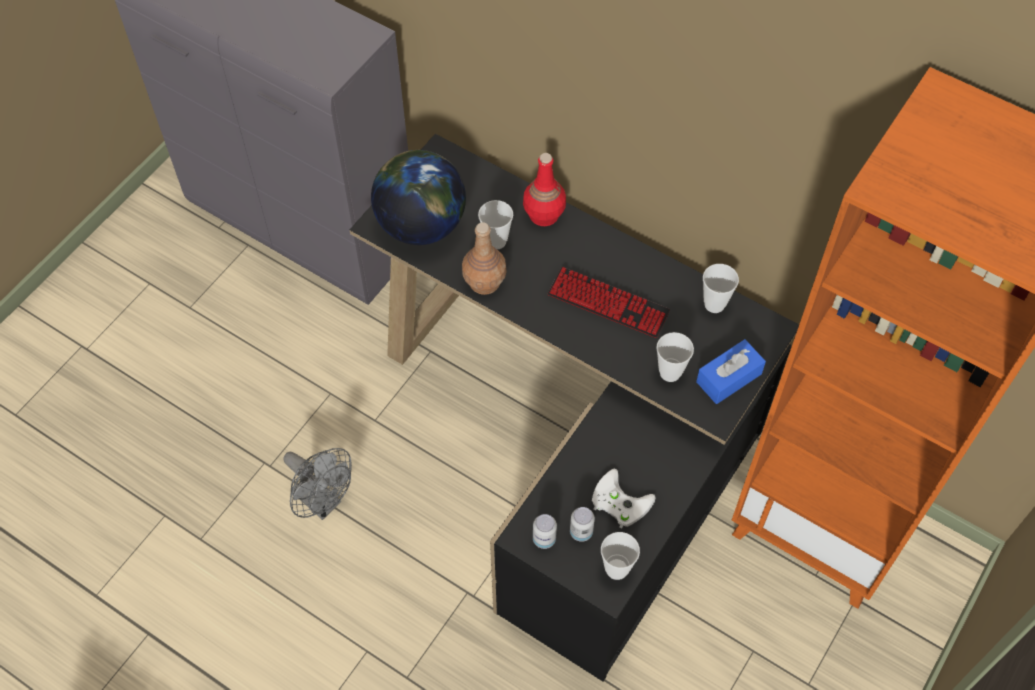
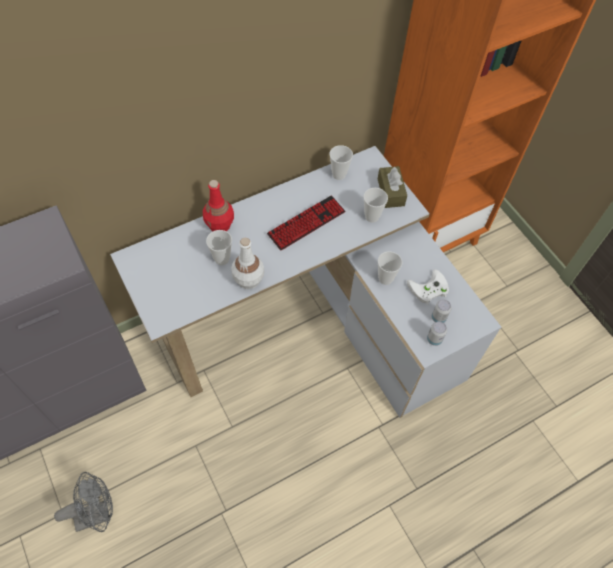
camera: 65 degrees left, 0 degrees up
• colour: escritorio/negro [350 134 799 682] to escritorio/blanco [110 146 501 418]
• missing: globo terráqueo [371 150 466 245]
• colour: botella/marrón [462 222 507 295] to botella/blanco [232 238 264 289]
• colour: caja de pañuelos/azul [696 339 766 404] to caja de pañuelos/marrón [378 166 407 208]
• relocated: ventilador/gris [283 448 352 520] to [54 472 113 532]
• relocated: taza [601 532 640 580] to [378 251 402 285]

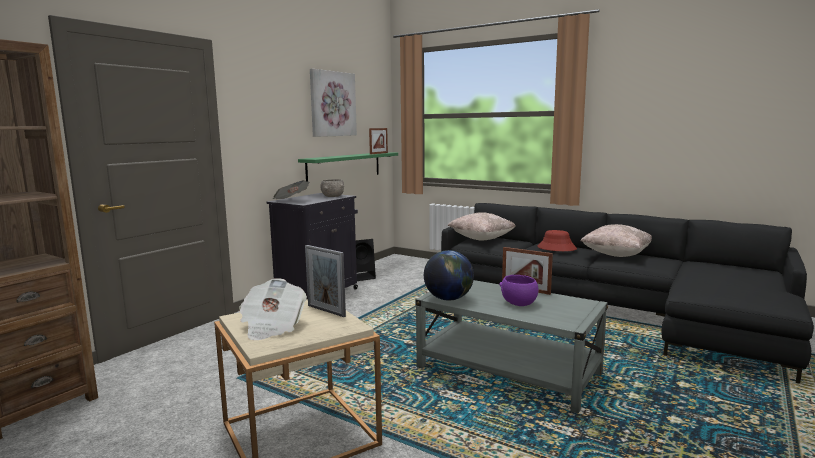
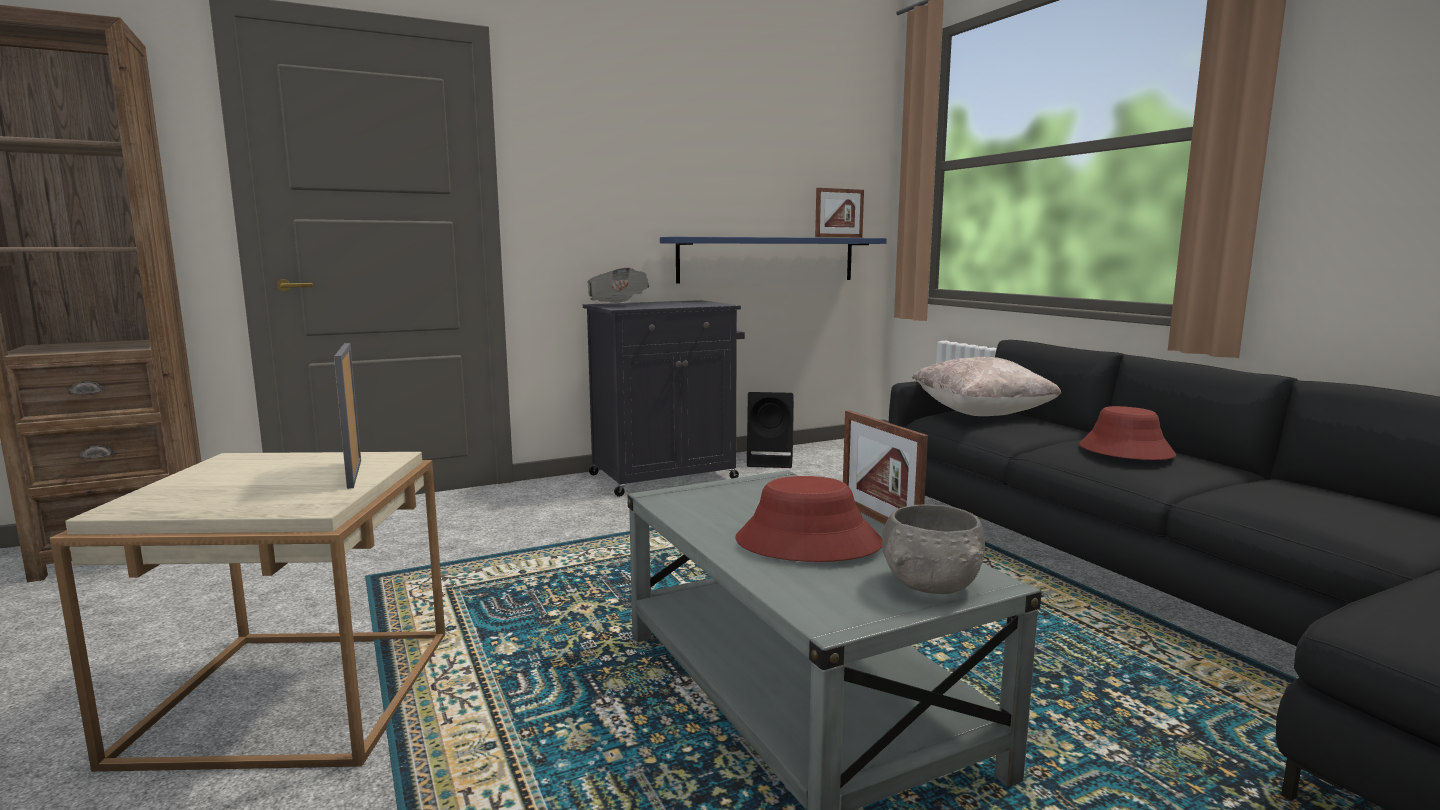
camera: 30 degrees right, 0 degrees up
• missing: cuadro [310 69 357 137]
• colour: estante/verde [298 152 398 182] to estante/azul [660 237 887 284]
• relocated: cuenco/gris [320 179 344 197] to [882 504 985 594]
• missing: cojín/beis [580 224 652 257]
• missing: globo terráqueo [424 250 474 301]
• exchanged: cuenco/morado [500 275 539 306] to sombrero/rojo [735 476 882 562]
• missing: periódico [239 278 307 340]

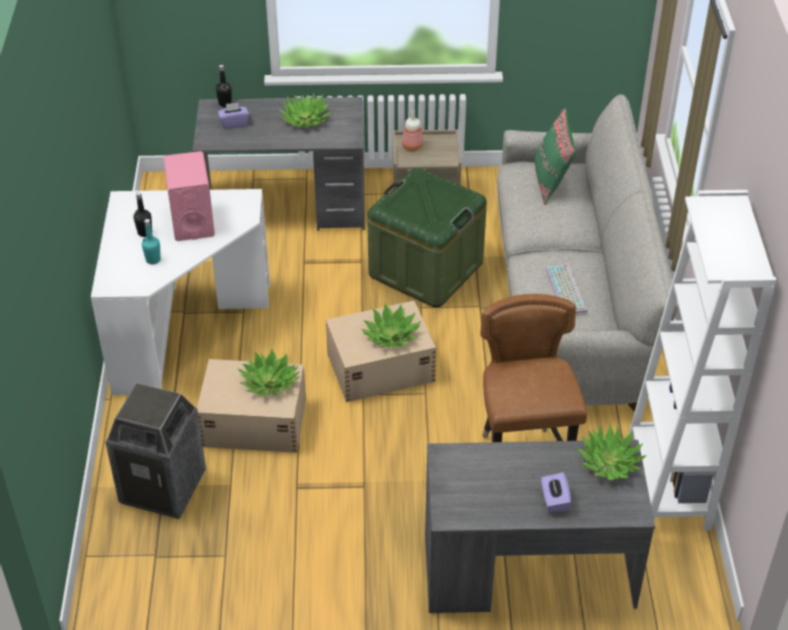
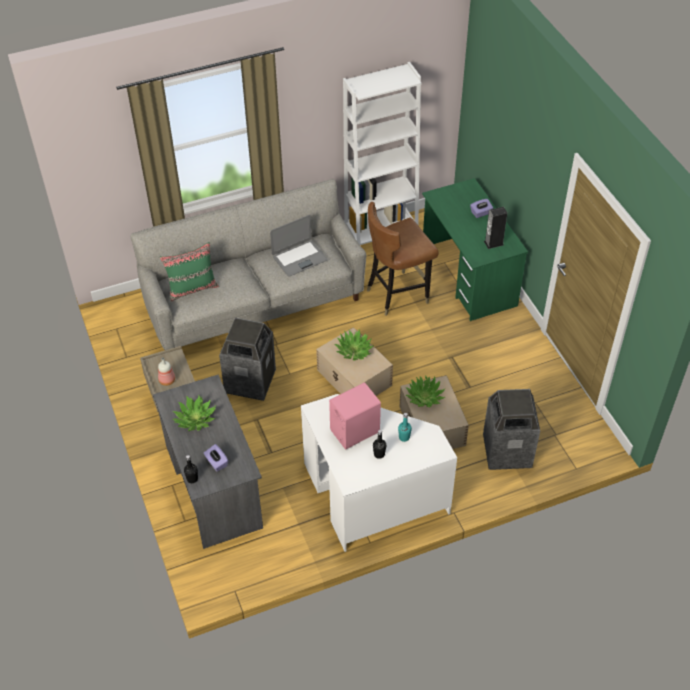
camera: 110 degrees left, 5 degrees up
• exchanged: caja de almacenaje/verde [367 168 487 307] to papelera [219 318 276 401]
• exchanged: teclado [546 264 587 314] to portátil [270 215 328 277]
• missing: planta en maceta [577 423 647 481]
• colour: escritorio/gris [425 440 655 613] to escritorio/verde [422 178 528 321]
• appeared: altavoz [484 207 507 249]

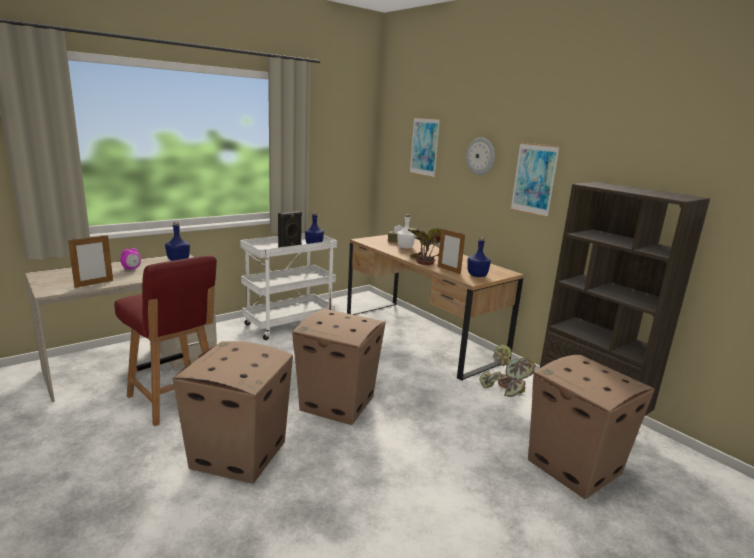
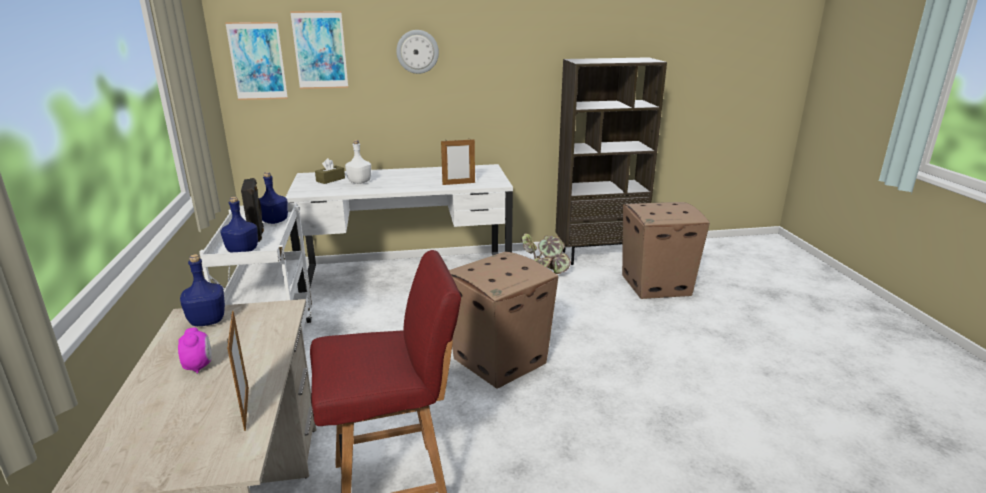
camera: 60 degrees left, 5 degrees up
• relocated: cuadro [510 142 560 217] to [225 22 288 100]
• missing: planta en maceta [408 227 441 265]
• colour: escritorio/marrón [347 235 524 381] to escritorio/blanco [285 164 513 293]
• relocated: botella/azul [467 237 491 277] to [220 196 258 253]
• missing: caja de cartón [173 341 293 484]

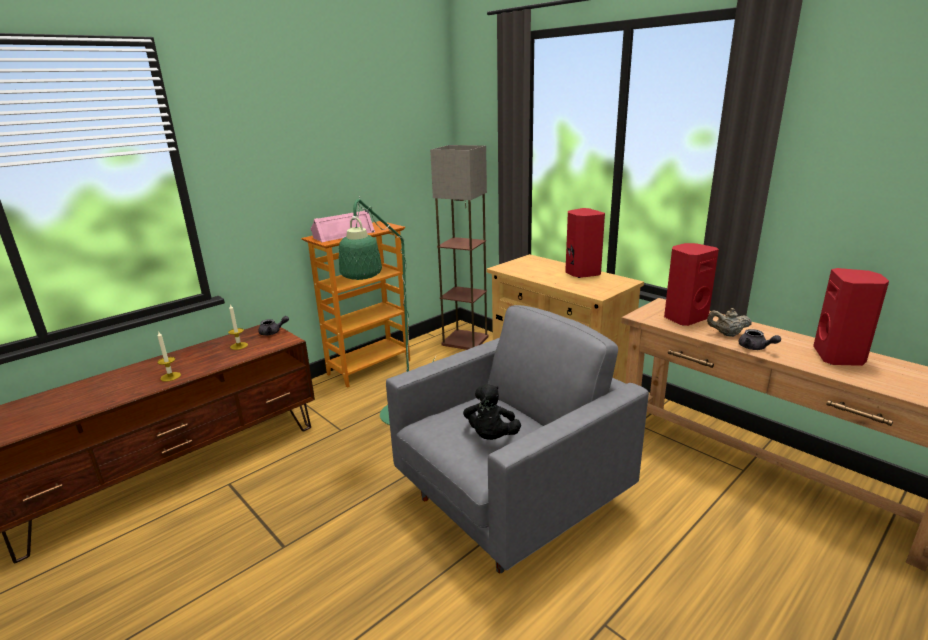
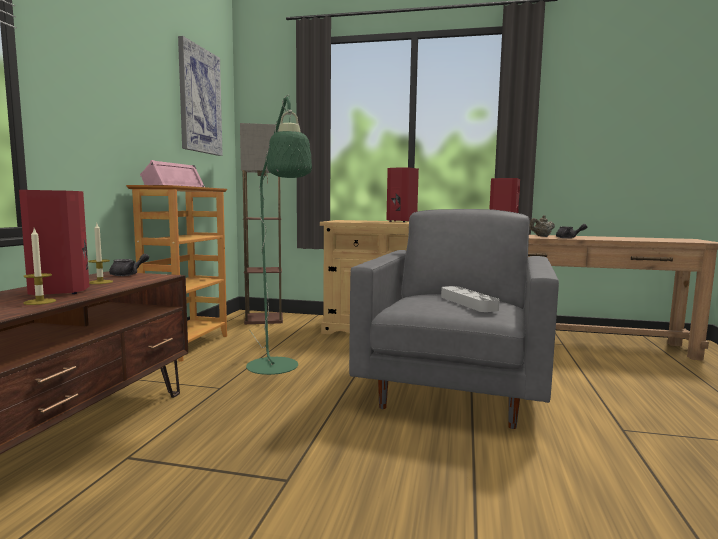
camera: 35 degrees left, 15 degrees down
• relocated: altavoz/rojo [813 268 889 366] to [19 190 89 295]
• exchanged: peluche/negro [463 384 521 440] to bandeja/gris [441 286 500 312]
• appeared: cuadro [178 36 223 156]

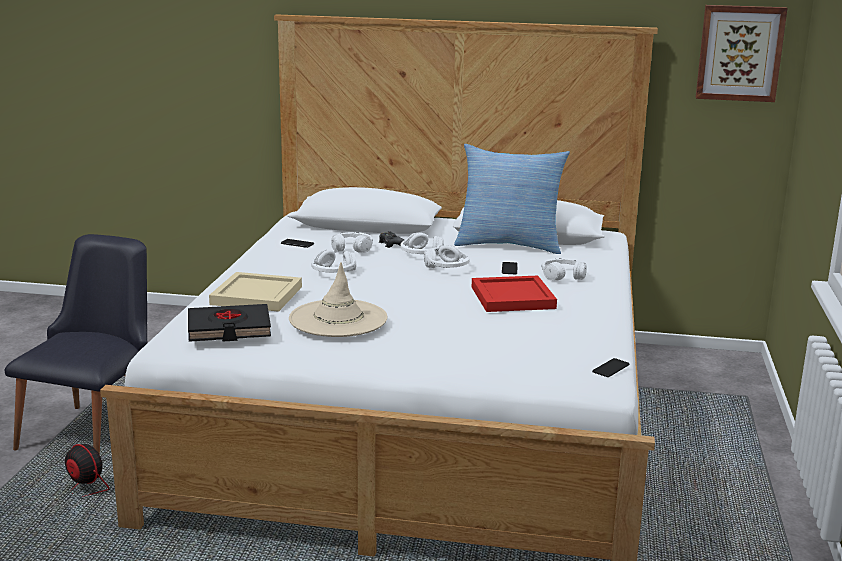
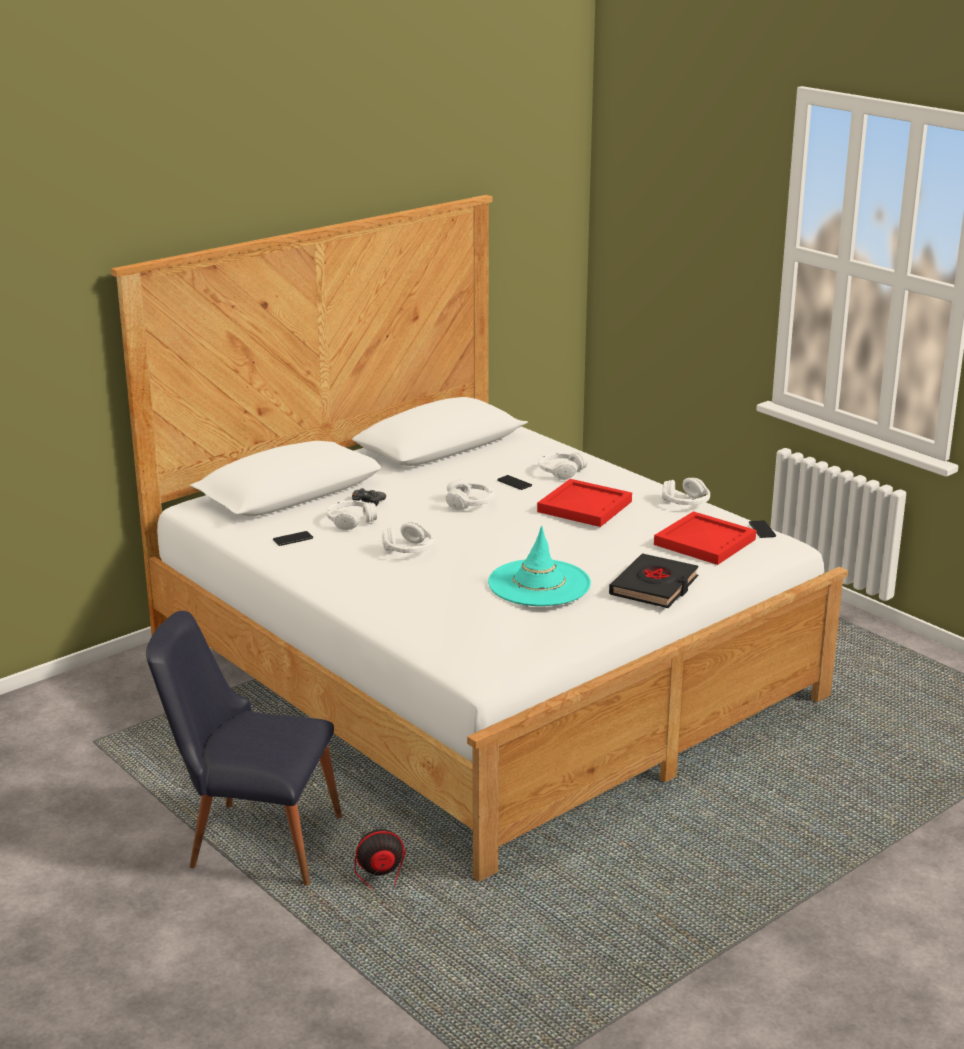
camera: 50 degrees left, 5 degrees up
• missing: cuadro [696 5 788 102]
• missing: cojín [454 144 570 254]
• relocated: auriculares/blanco [400 233 443 255] to [662 478 710 505]
• spun: silla/negro [5 234 148 455] = [146 611 342 885] 45 degrees counterclockwise
• colour: sombrero/beis [289 262 387 337] to sombrero/turquesa [488 526 591 606]
• missing: bandeja/beis [209 272 302 312]
• relocated: libro/negro [188 304 271 342] to [609 554 698 608]
• appeared: bandeja/rojo [654 511 756 565]

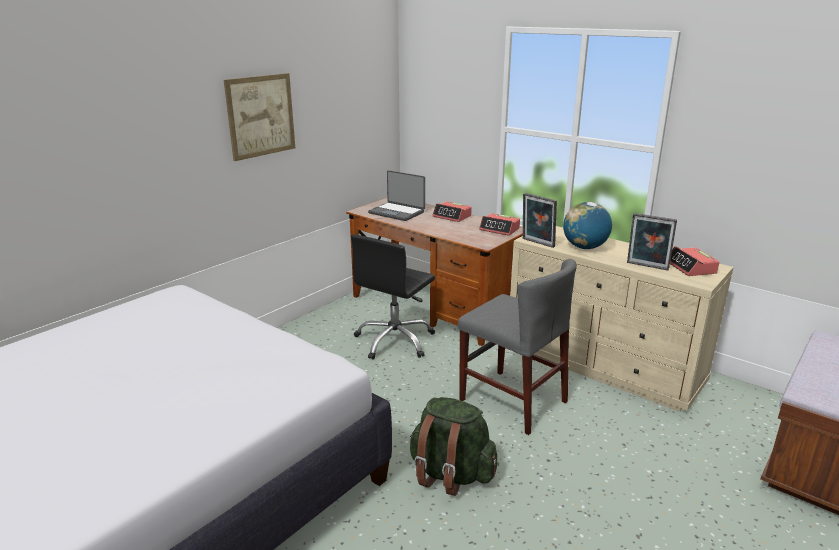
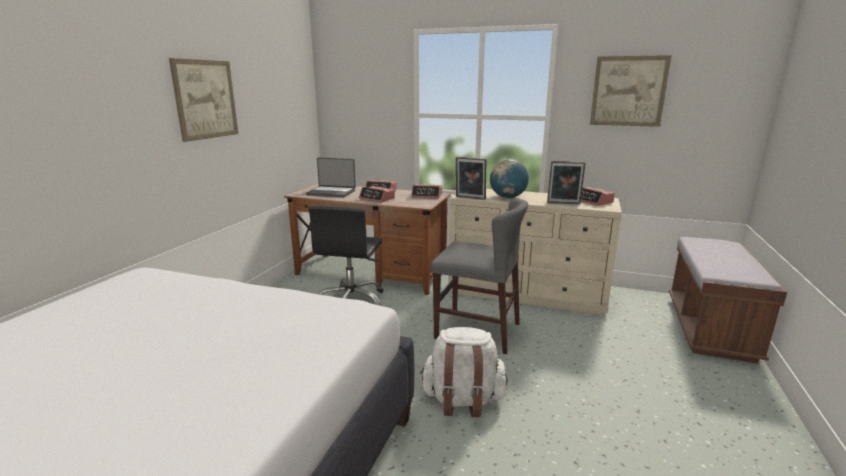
camera: 20 degrees left, 5 degrees down
• colour: mochila/verde [410 397 497 496] to mochila/blanco [420 327 508 417]
• appeared: cuadro [590 55 672 127]
• appeared: despertador [359 186 395 203]

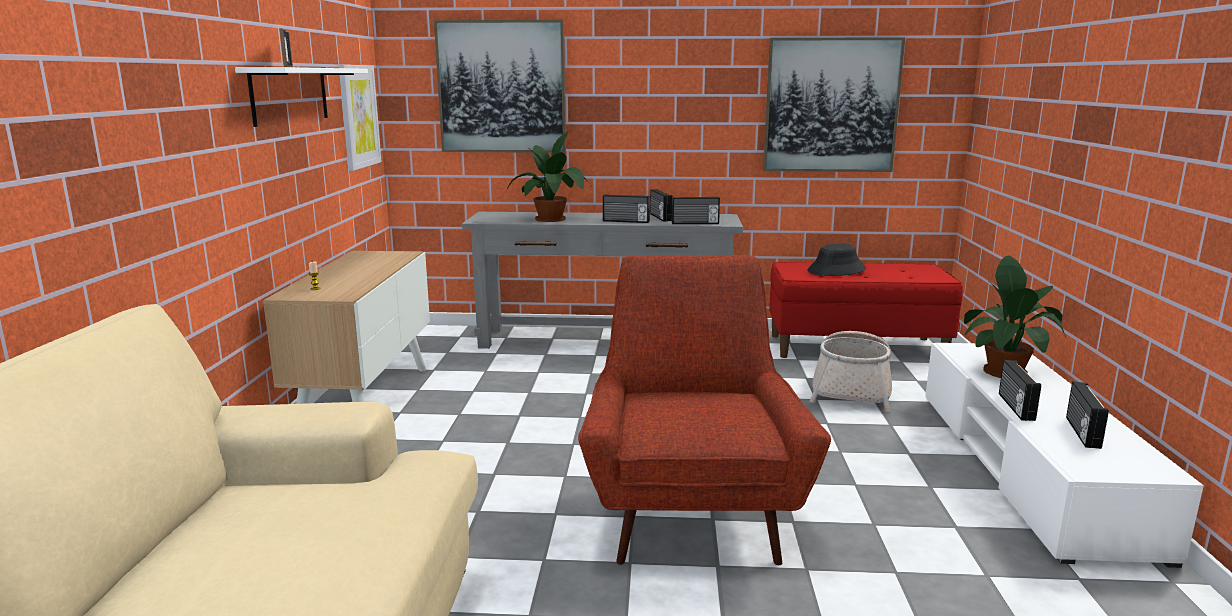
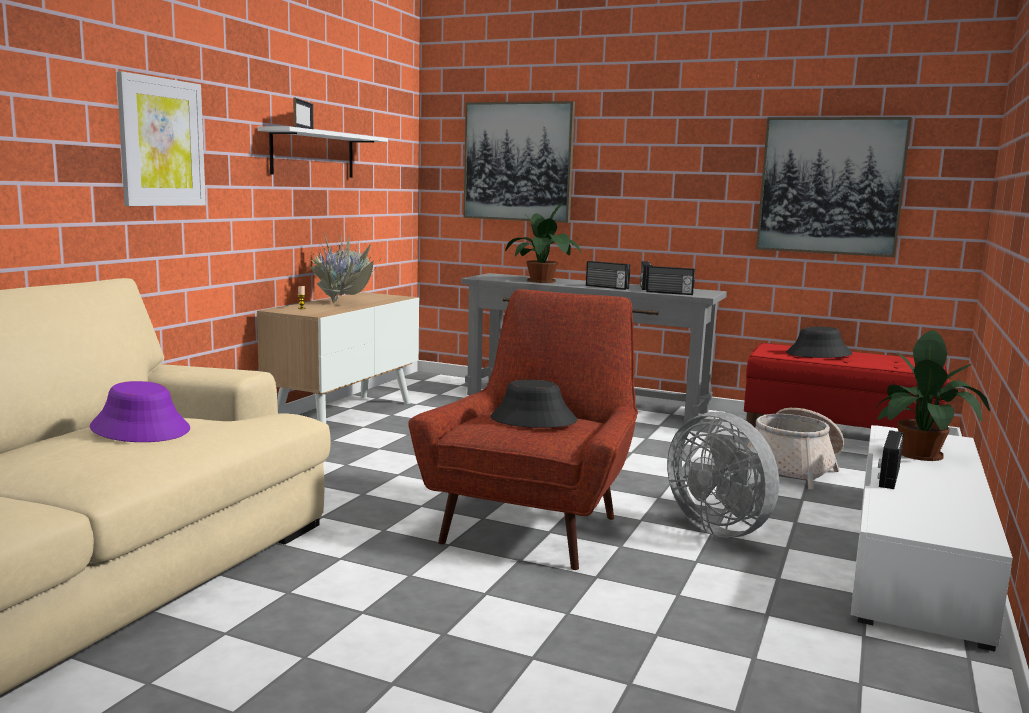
camera: 20 degrees right, 5 degrees down
• relocated: cuadro [339 65 382 171] to [117 71 206 206]
• missing: radio [1066 381 1109 449]
• appeared: planta en maceta [308 224 381 307]
• appeared: sombrero/negro [491 380 577 428]
• appeared: sombrero/morado [90 381 190 442]
• appeared: ventilador/gris [667 412 779 538]

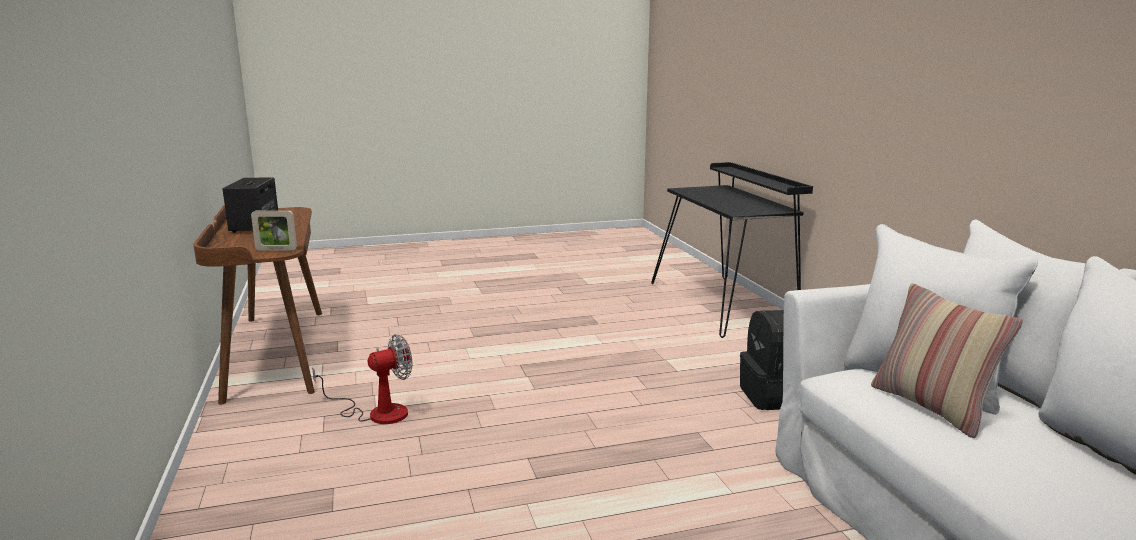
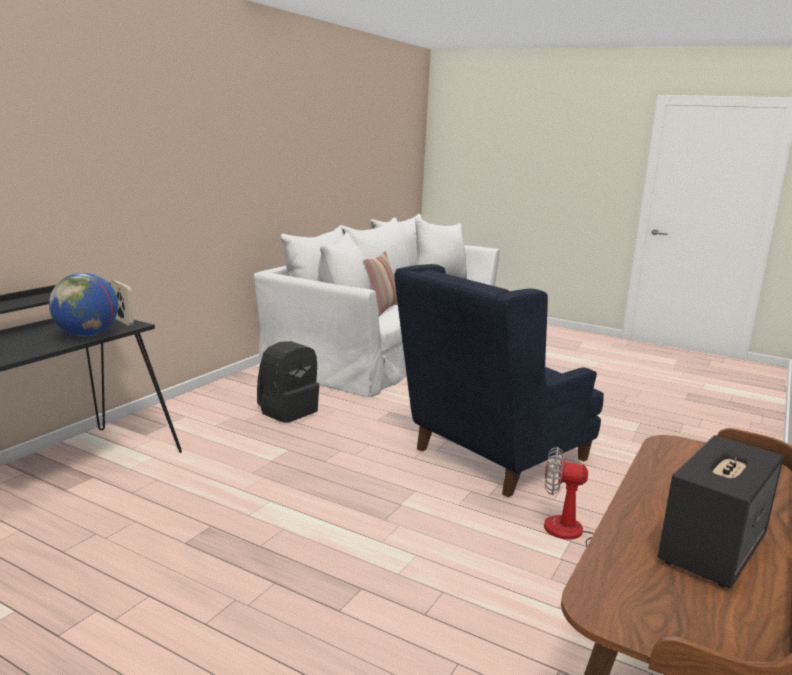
camera: 135 degrees left, 0 degrees up
• relocated: portarretratos [251 210 297 251] to [111 281 134 326]
• appeared: sillón/azul [394 264 604 497]
• appeared: globo terráqueo [49 273 118 336]

